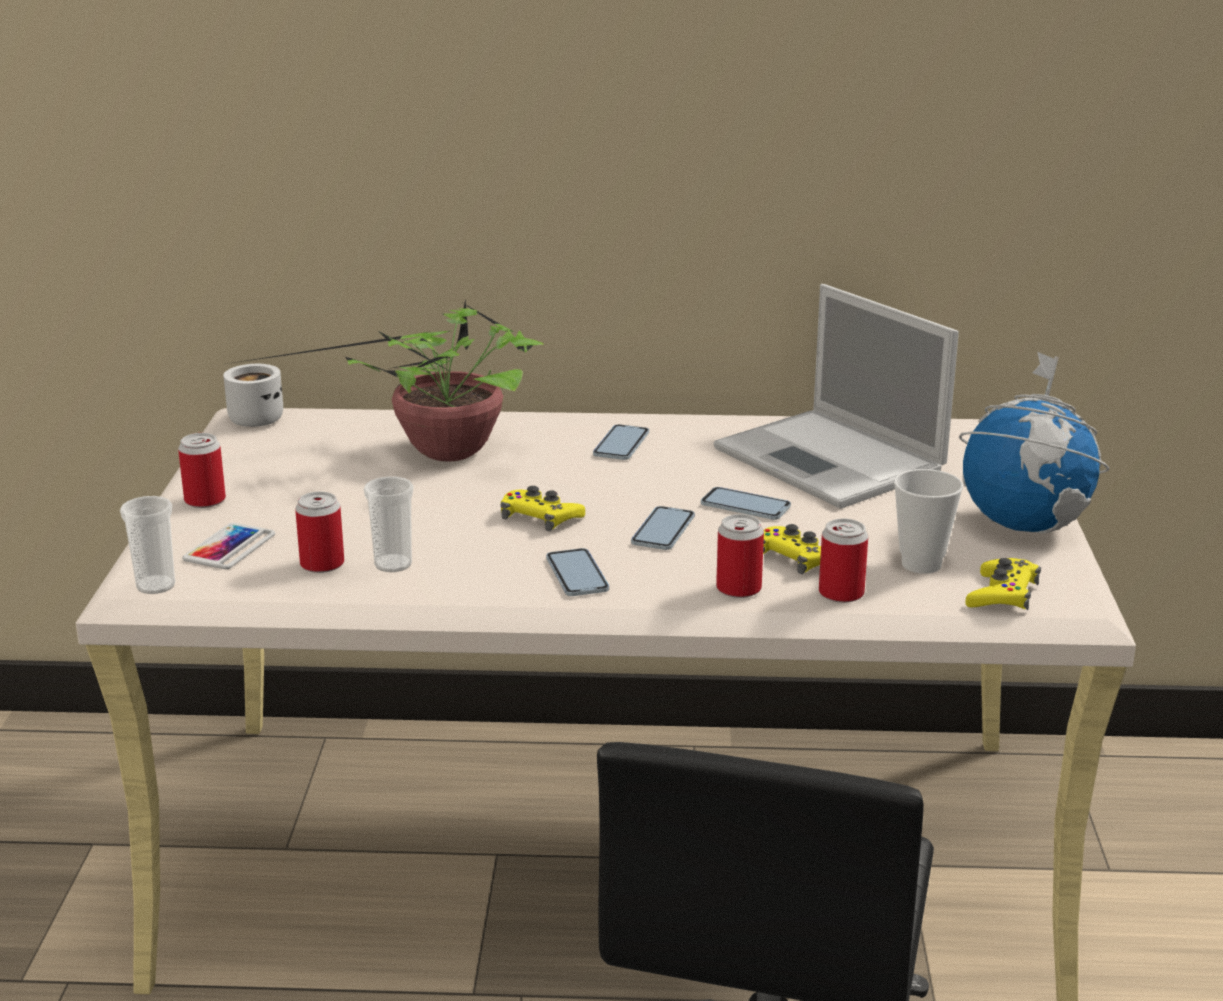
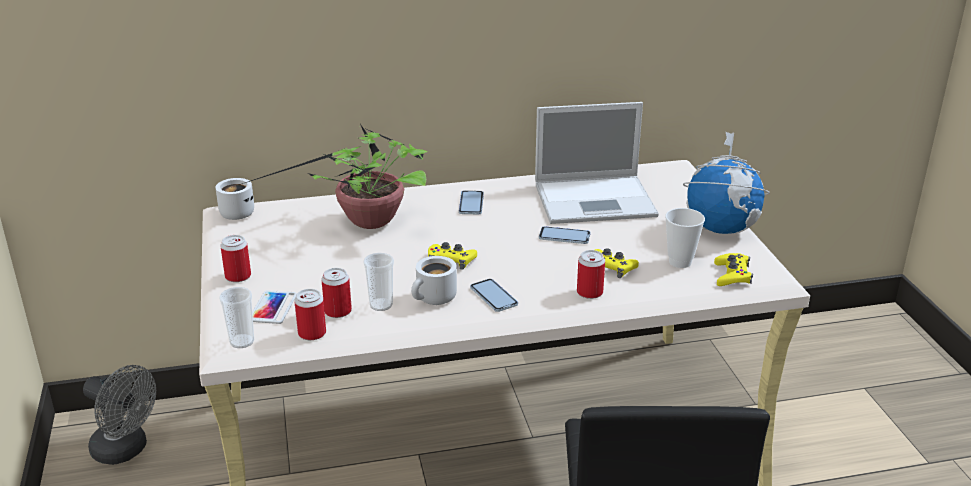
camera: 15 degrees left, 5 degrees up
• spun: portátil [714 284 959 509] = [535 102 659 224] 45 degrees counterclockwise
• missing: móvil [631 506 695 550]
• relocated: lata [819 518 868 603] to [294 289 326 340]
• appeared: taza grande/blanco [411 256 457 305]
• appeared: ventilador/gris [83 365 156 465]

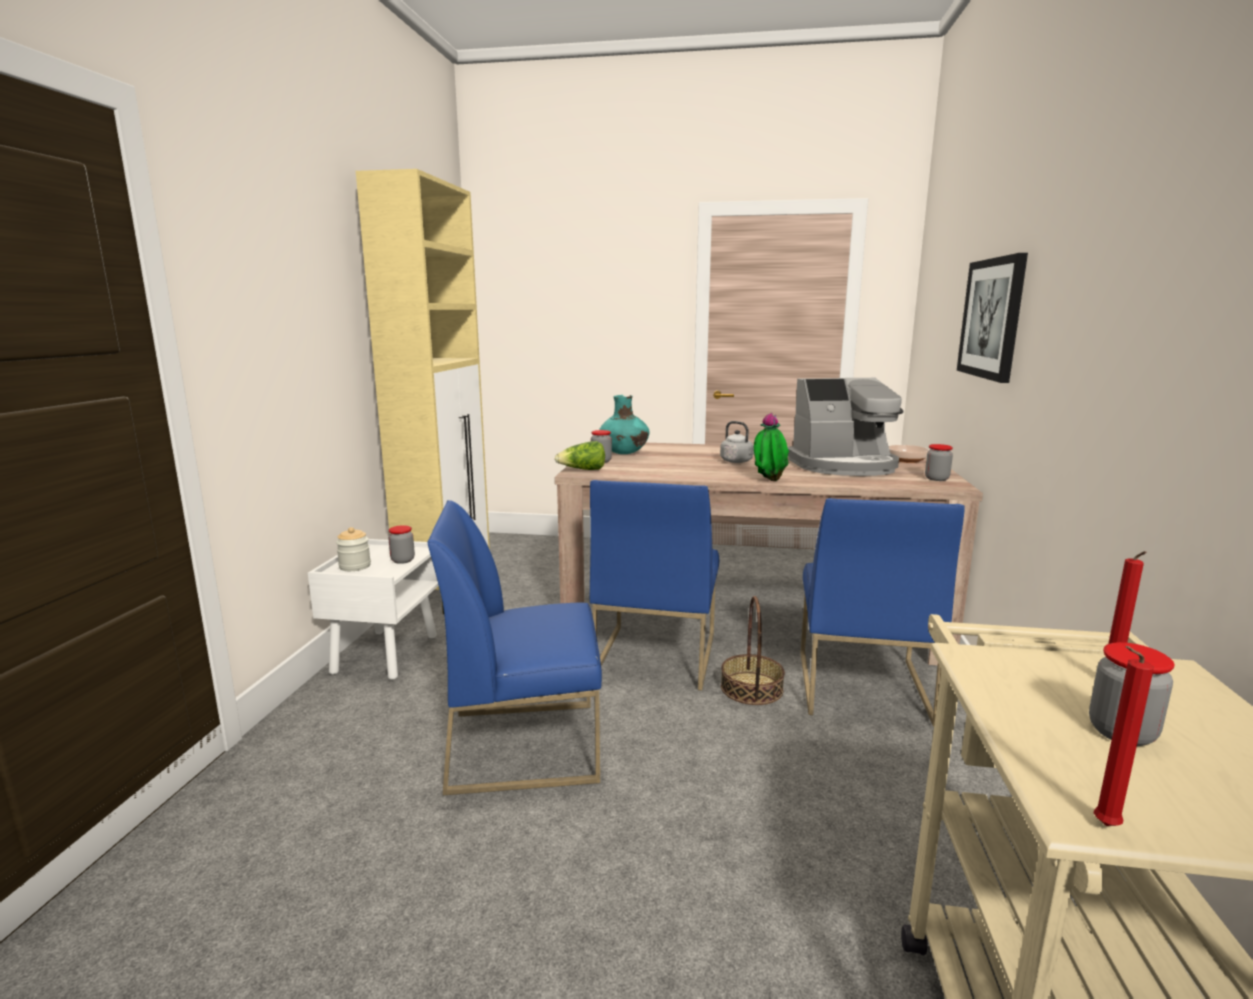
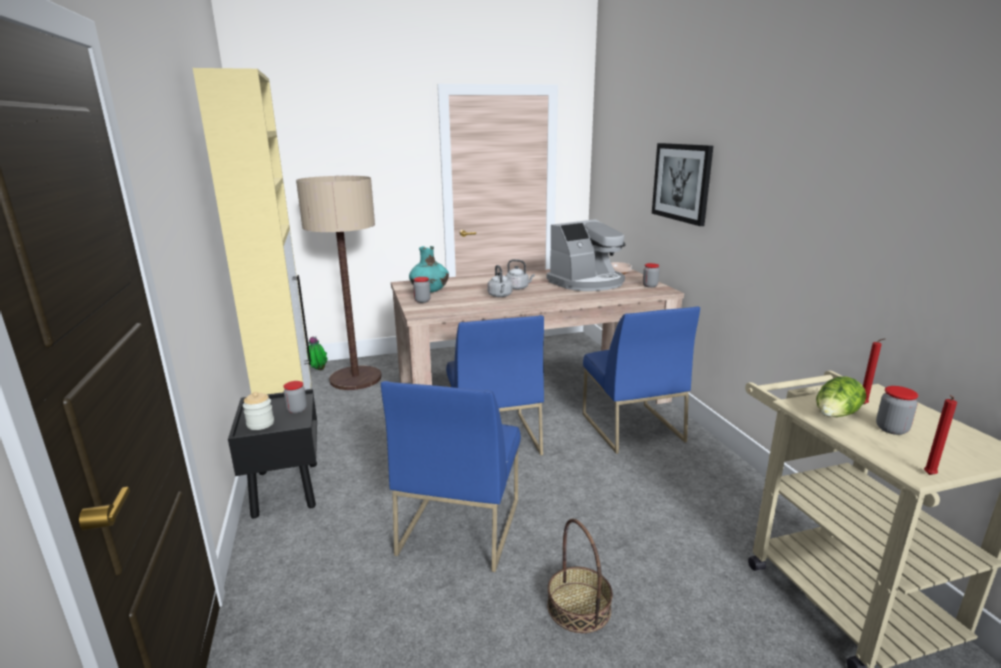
camera: 25 degrees left, 5 degrees up
• relocated: planta en maceta [754 413 789 481] to [307 336 327 370]
• relocated: lechuga [555 441 605 470] to [816 376 867 417]
• spun: silla/azul [427 500 602 795] = [381 381 521 572] 45 degrees counterclockwise
• colour: mesita de noche/blanco [308 539 439 680] to mesita de noche/negro [228 389 317 518]
• relocated: cesta [721 596 785 705] to [547 519 613 633]
• appeared: lámpara de pie [296 176 382 390]
• appeared: hervidor/gris [487 265 512 297]

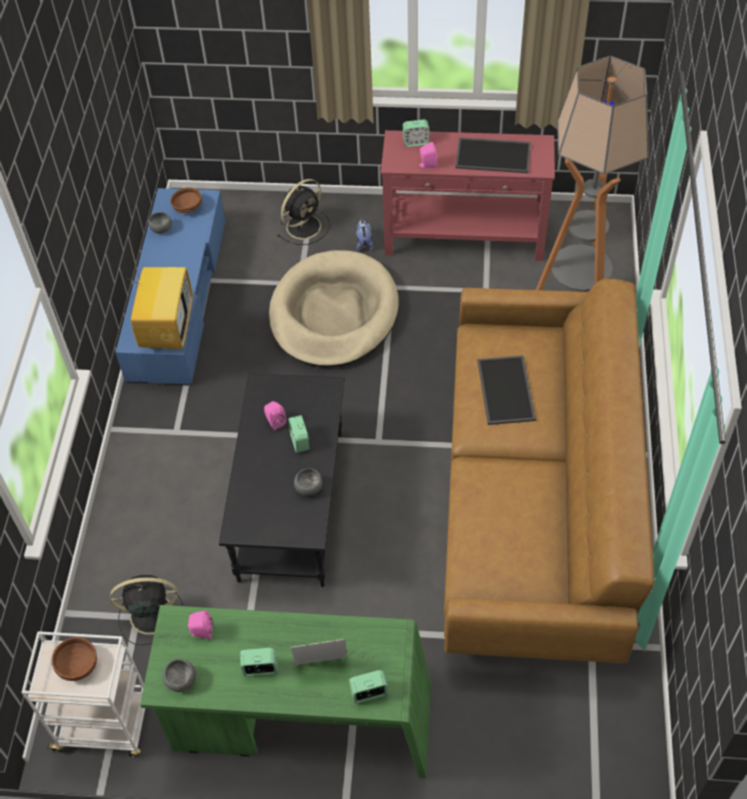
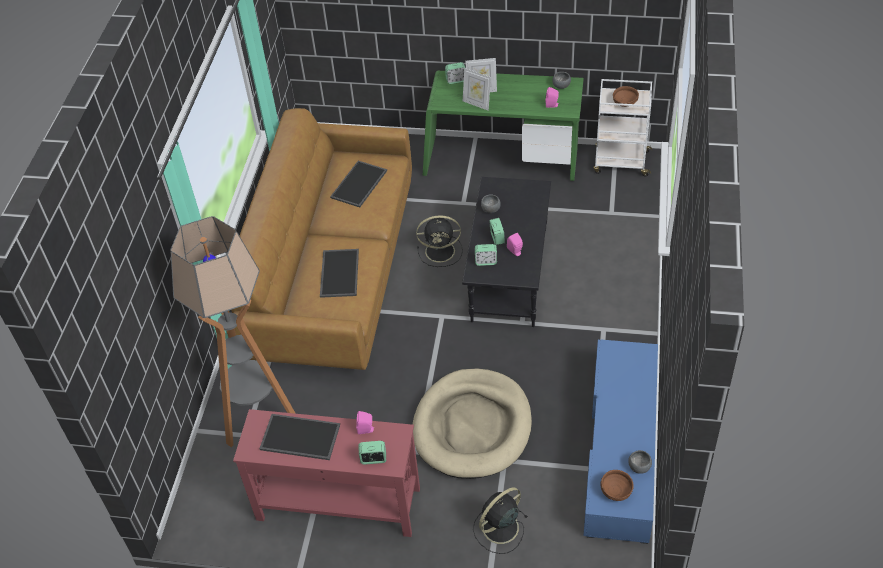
camera: 175 degrees left, 5 degrees down
• missing: peluche [356 219 374 252]
• missing: televisor [130 250 193 349]
• relocated: ventilador/negro [110 575 183 645] to [416 215 463 267]
• relocated: despertador [240 648 278 677] to [475 244 497 266]
• appeared: portarretratos [463 68 491 111]
• appeared: bandeja [330 161 387 207]

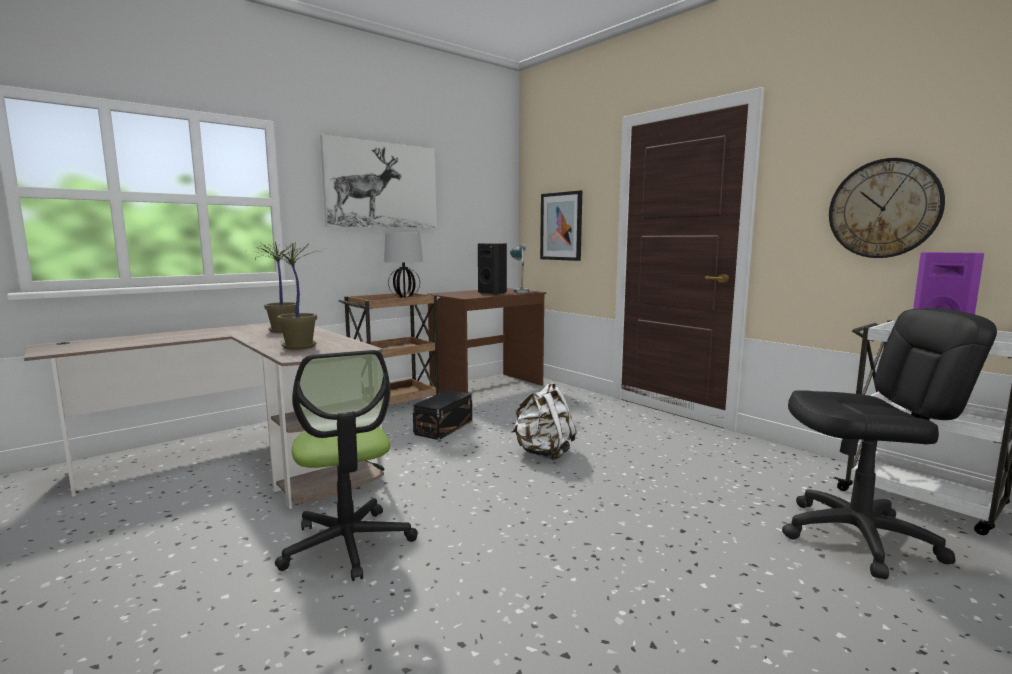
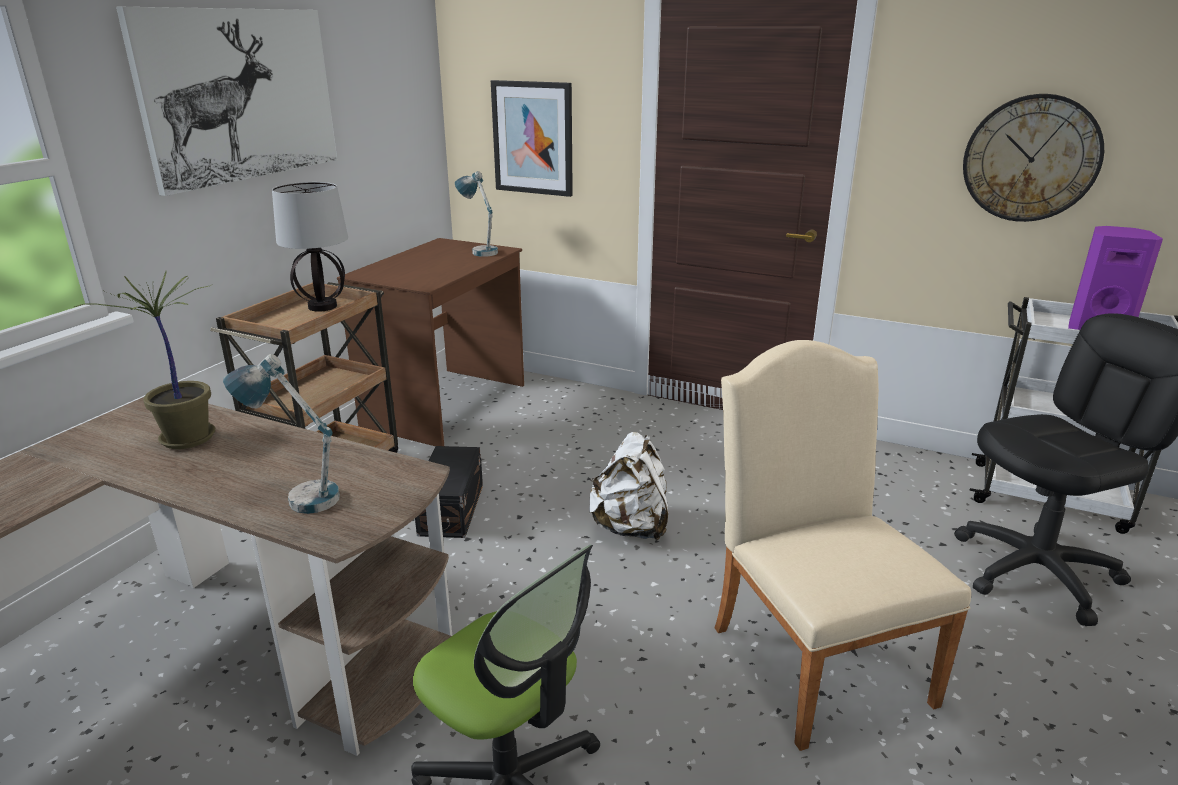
camera: 25 degrees left, 15 degrees up
• exchanged: planta en maceta [255 242 321 350] to lámpara de mesa [223 354 340 514]
• missing: altavoz/negro [478 243 507 295]
• appeared: silla/beis [715 340 971 751]

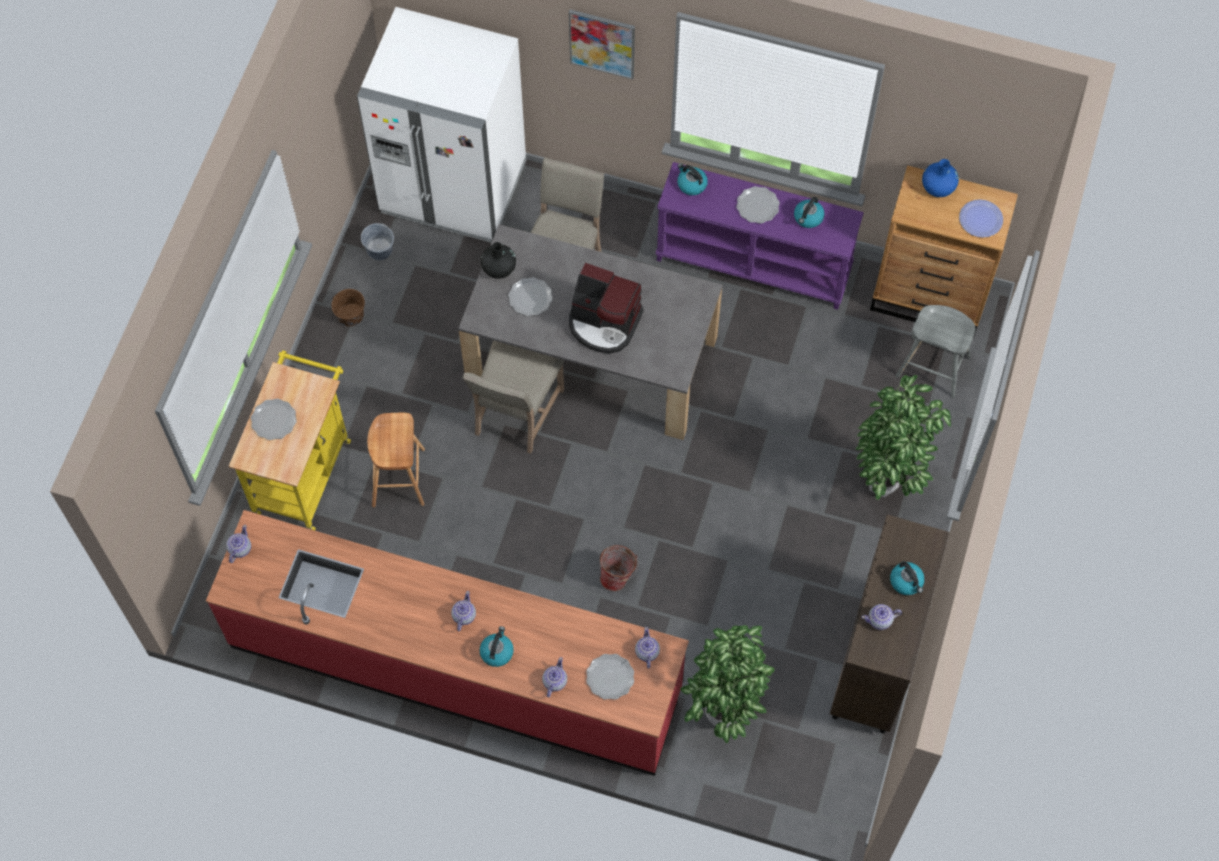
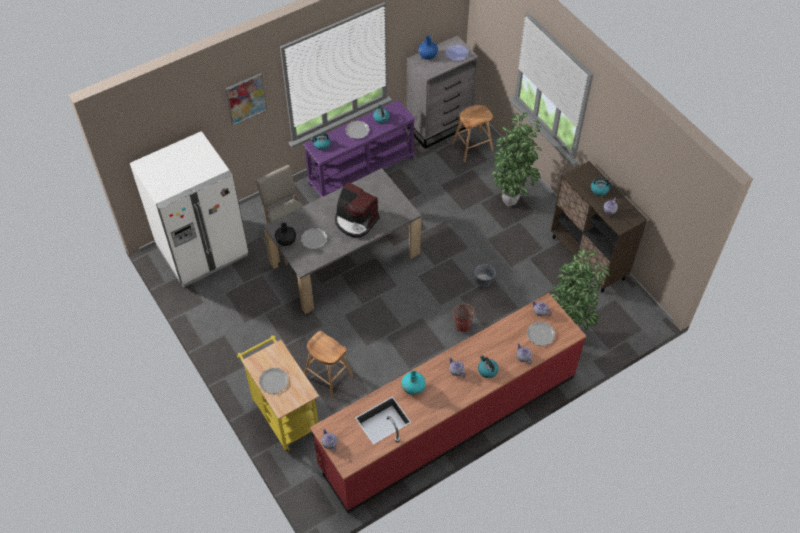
camera: 50 degrees left, 10 degrees down
• colour: cómoda/marrón [870 166 1018 338] to cómoda/gris [407 36 478 149]
• relocated: cubo/gris [361 223 394 260] to [474 264 495 287]
• spun: cafetera [569 263 644 353] = [335 182 380 238] 60 degrees clockwise
• missing: cubo/marrón [332 289 365 326]
• colour: taburete/gris [896 305 975 398] to taburete/marrón [451 105 493 162]
• missing: silla/beis [462 340 564 454]
• appeared: florero/turquesa [402 371 426 395]

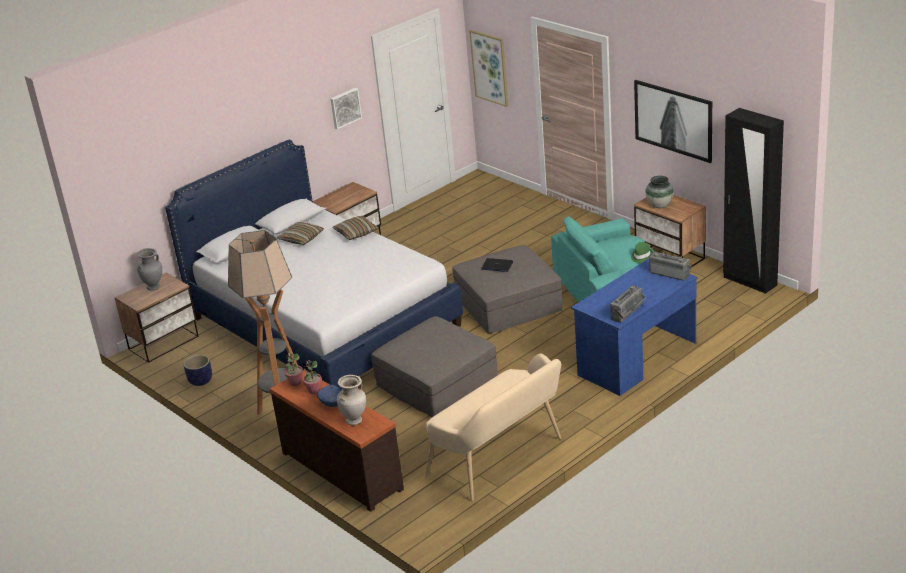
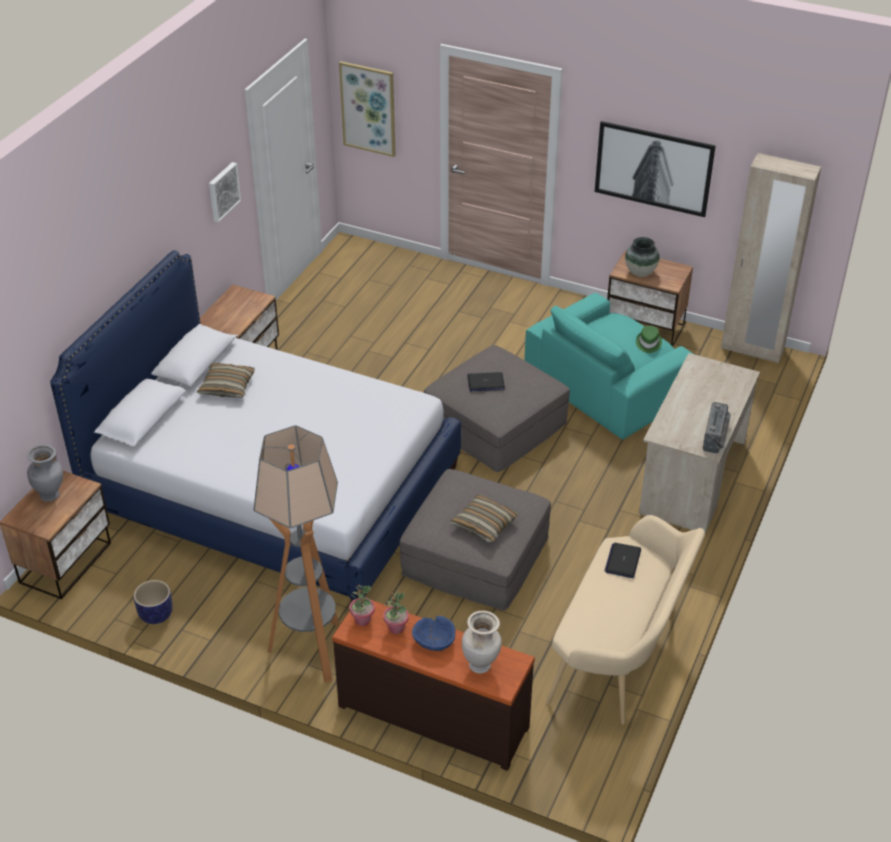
camera: 25 degrees left, 10 degrees up
• colour: armario ropero/negro [723 108 784 294] to armario ropero/beis [721 153 821 363]
• relocated: cojín [333 216 378 240] to [450 494 519 543]
• missing: radio [649 252 692 281]
• colour: escritorio/azul [571 259 698 396] to escritorio/beis [639 353 760 533]
• appeared: portátil [605 543 641 578]

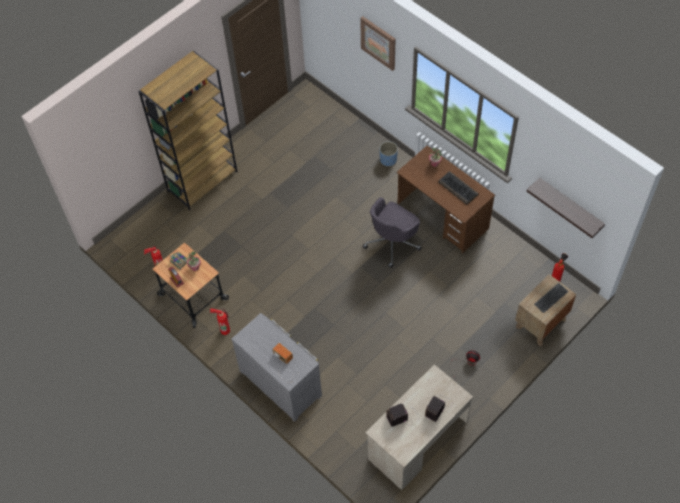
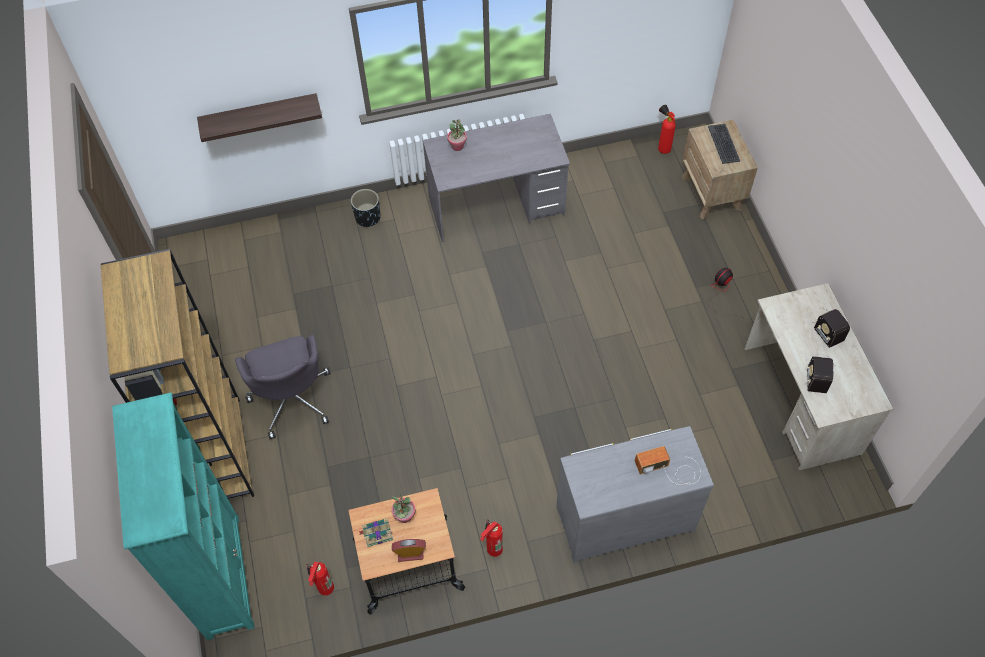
camera: 60 degrees left, 0 degrees up
• missing: cuadro [360 16 395 71]
• colour: maceta/azul [379 141 398 167] to maceta/negro [351 189 381 227]
• colour: escritorio/marrón [397 146 495 254] to escritorio/gris [423 114 570 242]
• missing: teclado [438 171 479 205]
• relocated: estante [526 178 605 238] to [197 93 322 142]
• relocated: silla de oficina/gris [362 197 422 268] to [235 335 331 439]
• appeared: estantería/turquesa [112 392 255 640]

